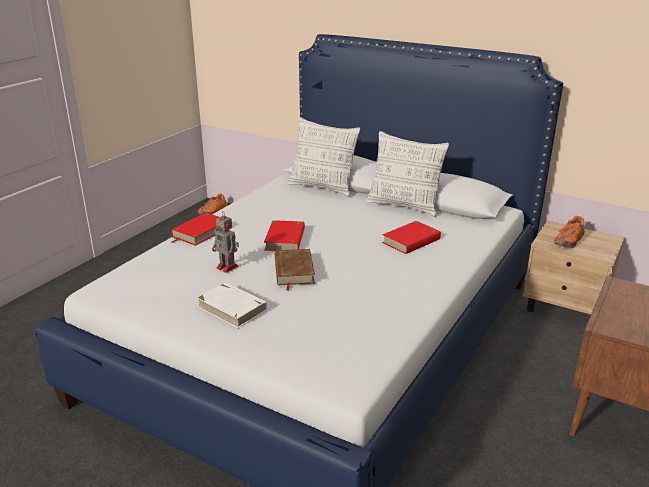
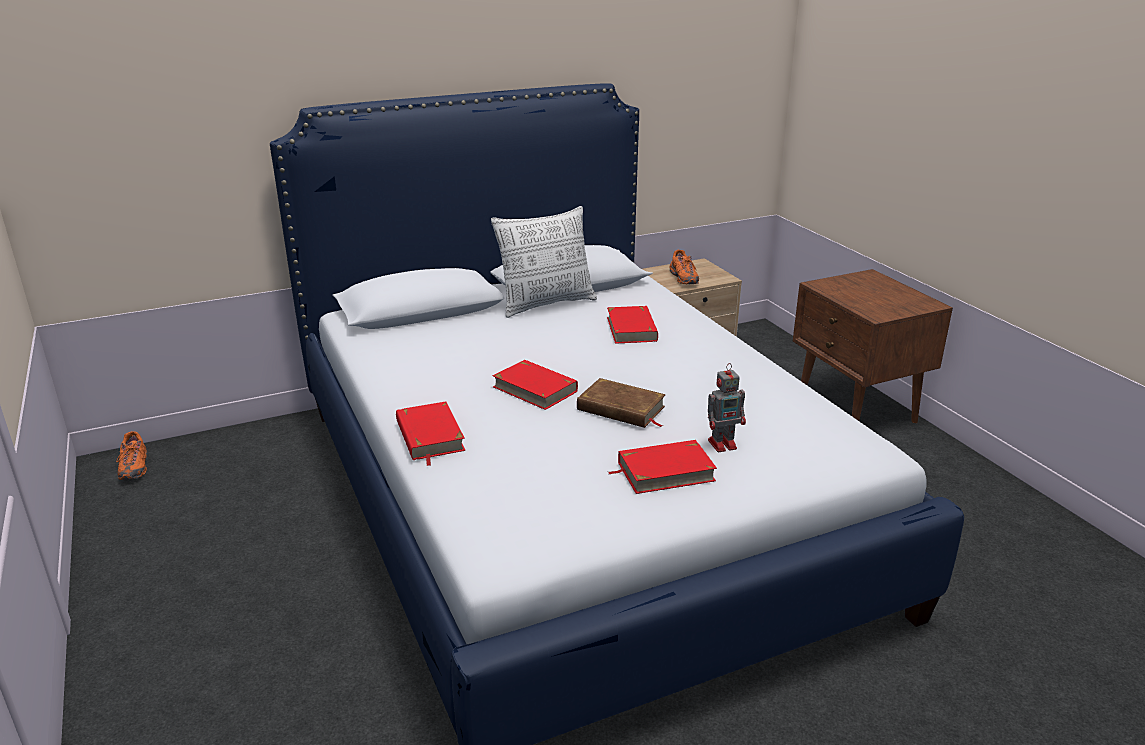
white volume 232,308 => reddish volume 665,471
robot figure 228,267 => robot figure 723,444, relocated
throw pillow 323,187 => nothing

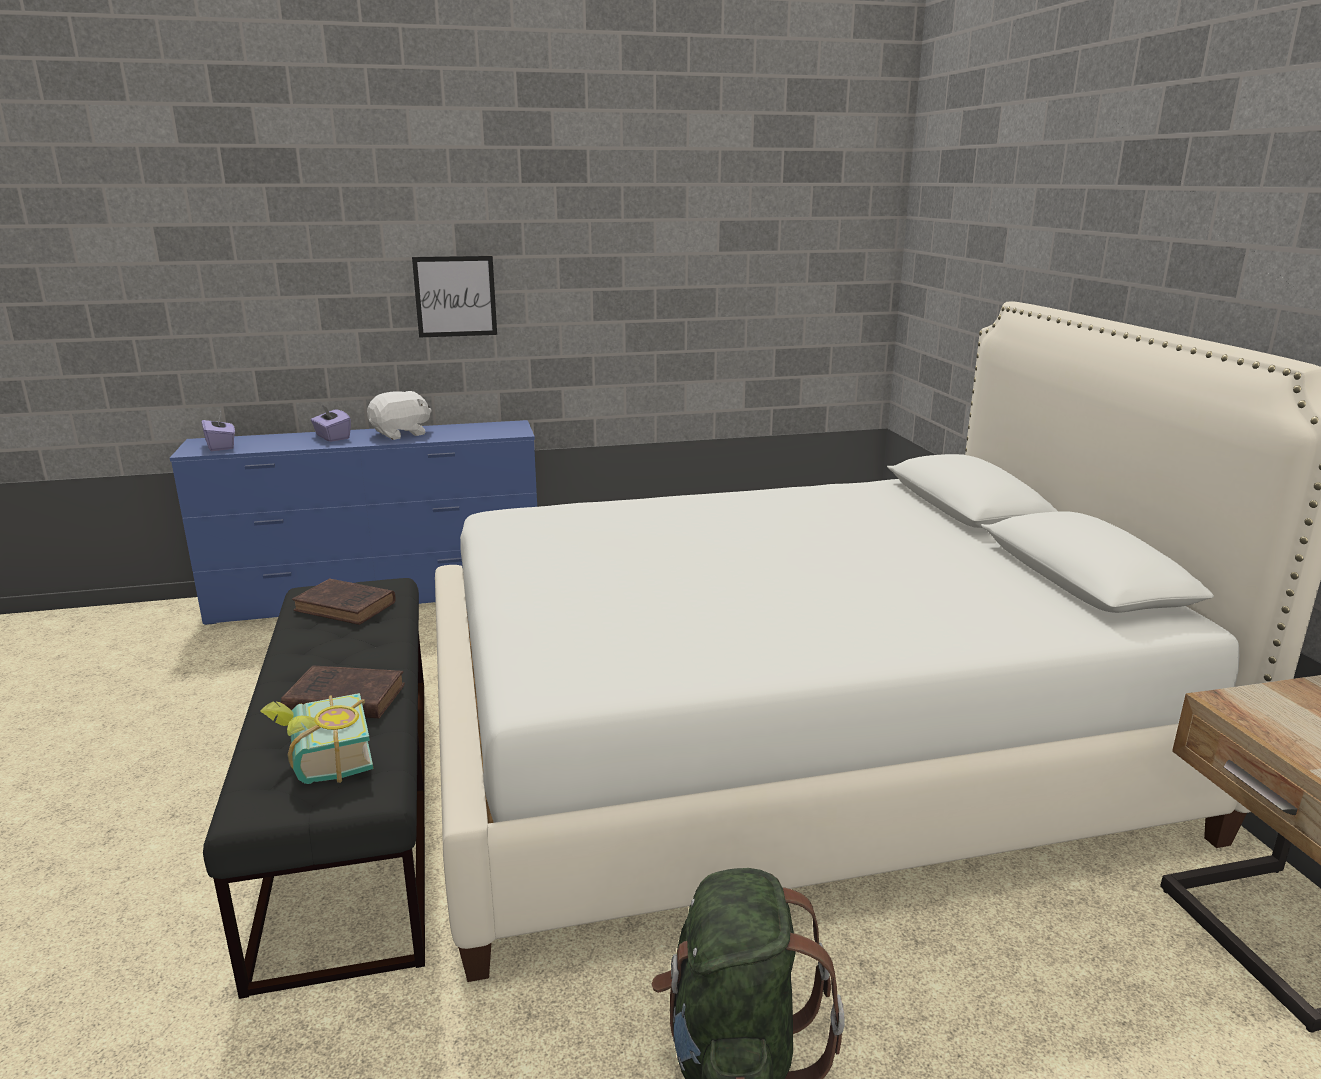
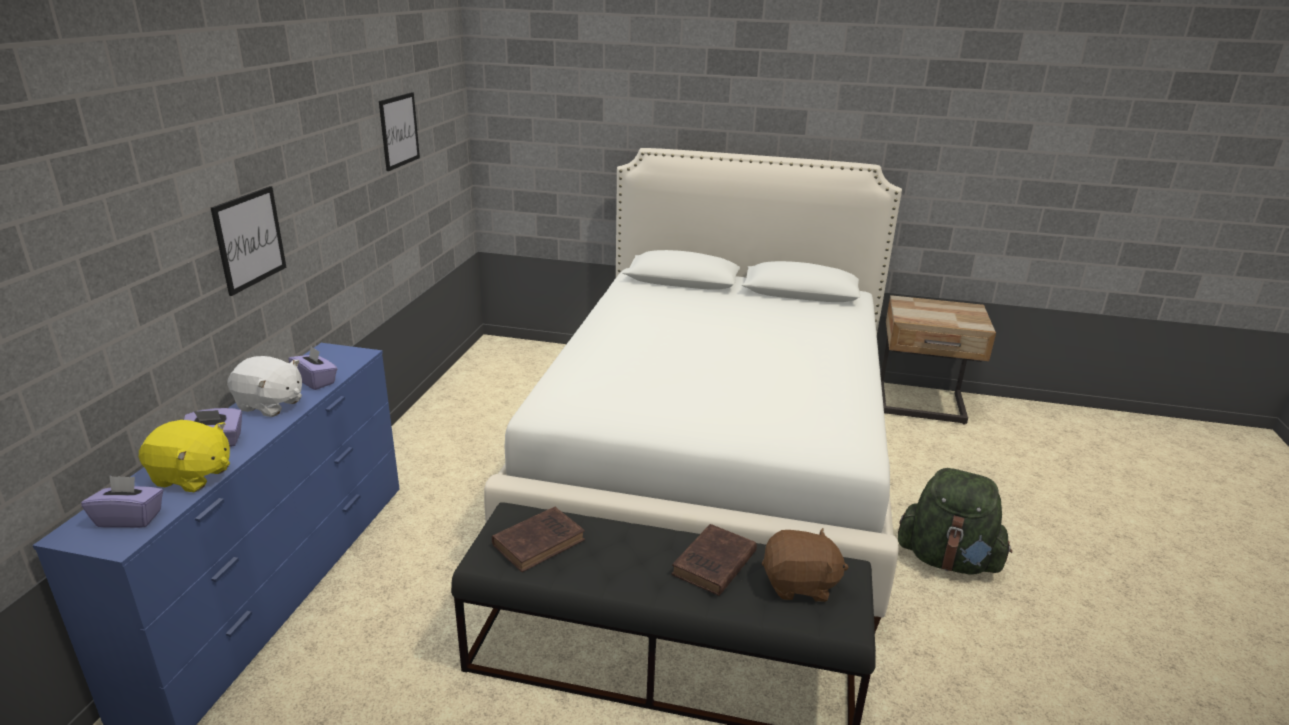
volume 321,760 => brown cuddly toy 800,585
white cuddly toy 401,434 => white cuddly toy 270,405, 120 degrees clockwise
nothing => yellow-coloured cuddly toy 192,477
nothing => purplish tissue holder 316,381
nothing => wall art 399,131

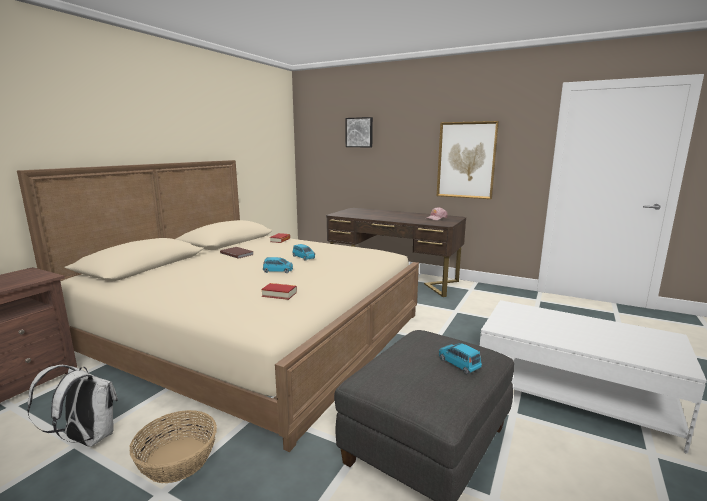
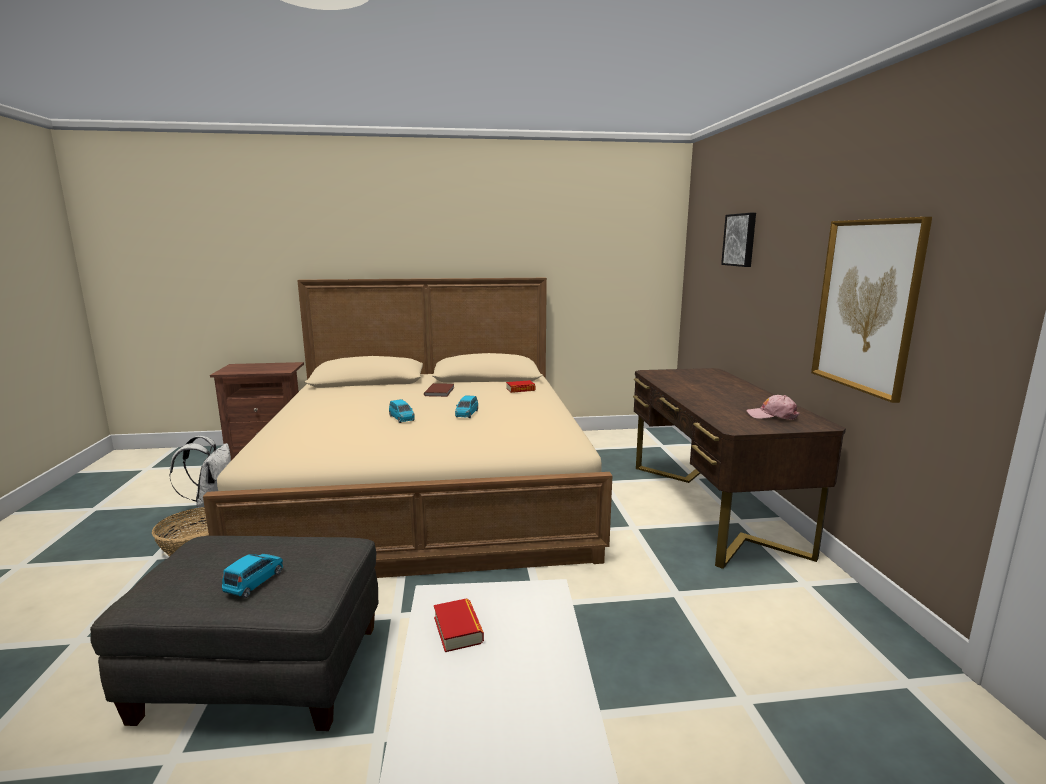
volume 279,294 => volume 458,630, relocated

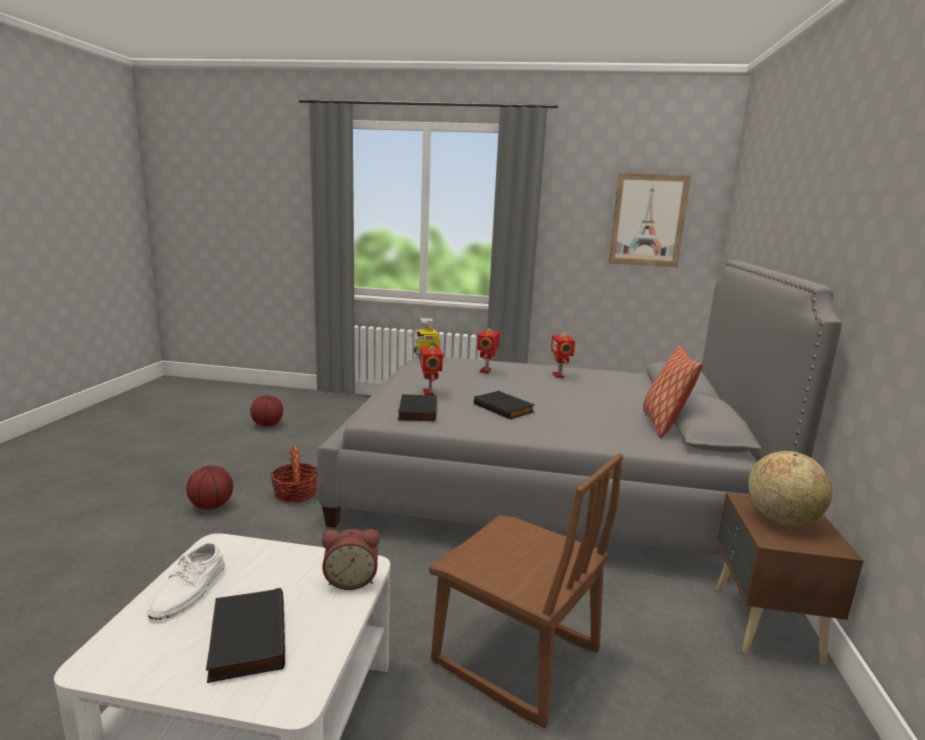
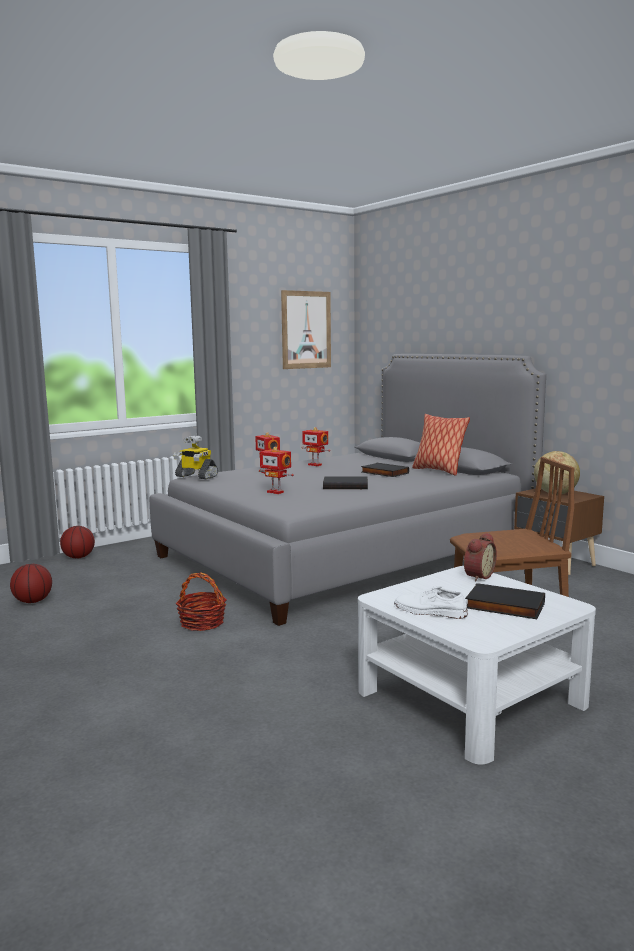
white shoe 190,590 => white shoe 429,611, 150 degrees clockwise
basketball 211,506 => basketball 78,557, relocated
blackish volume 416,411 => blackish volume 383,473, relocated

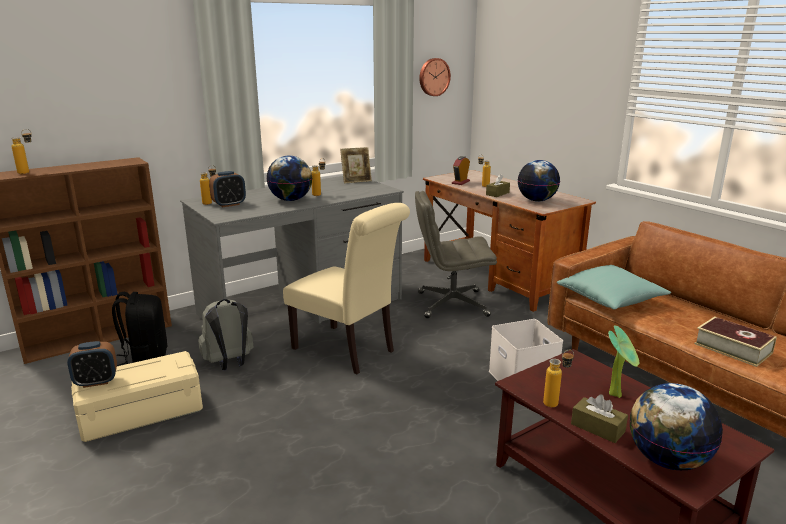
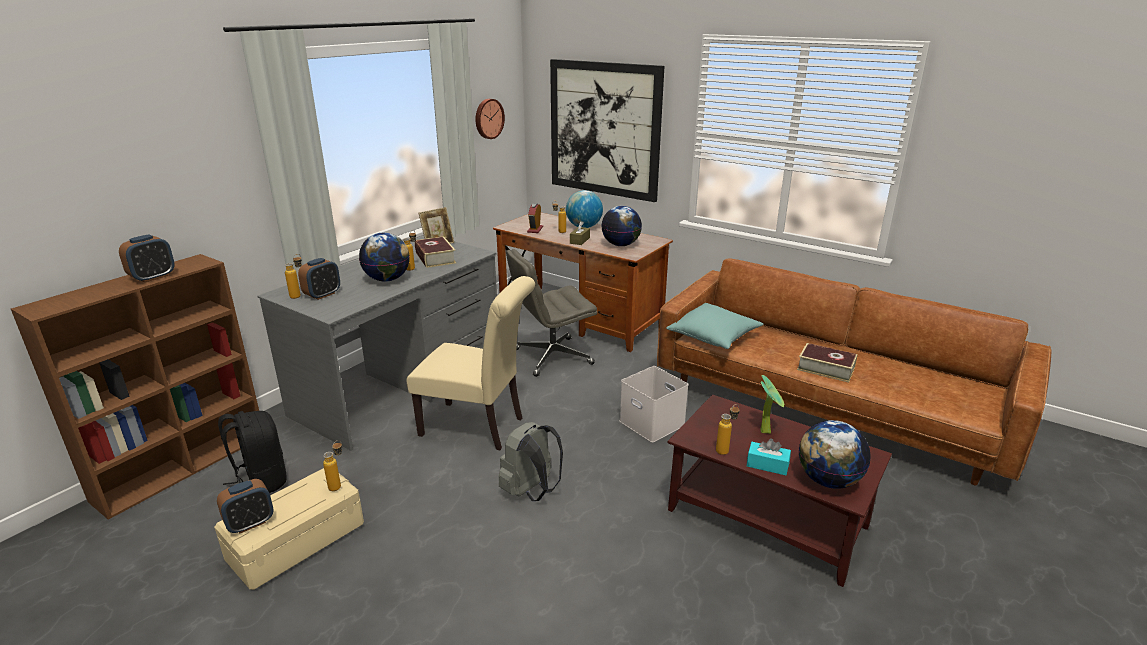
drink bottle 28,172 => drink bottle 338,484, relocated
gray rucksack 229,363 => gray rucksack 531,491, relocated
brown tissue holder 597,428 => turquoise tissue holder 767,465
nothing => alarm clock 153,277
nothing => volume 435,258
nothing => wall art 604,129
nothing => world globe 584,227

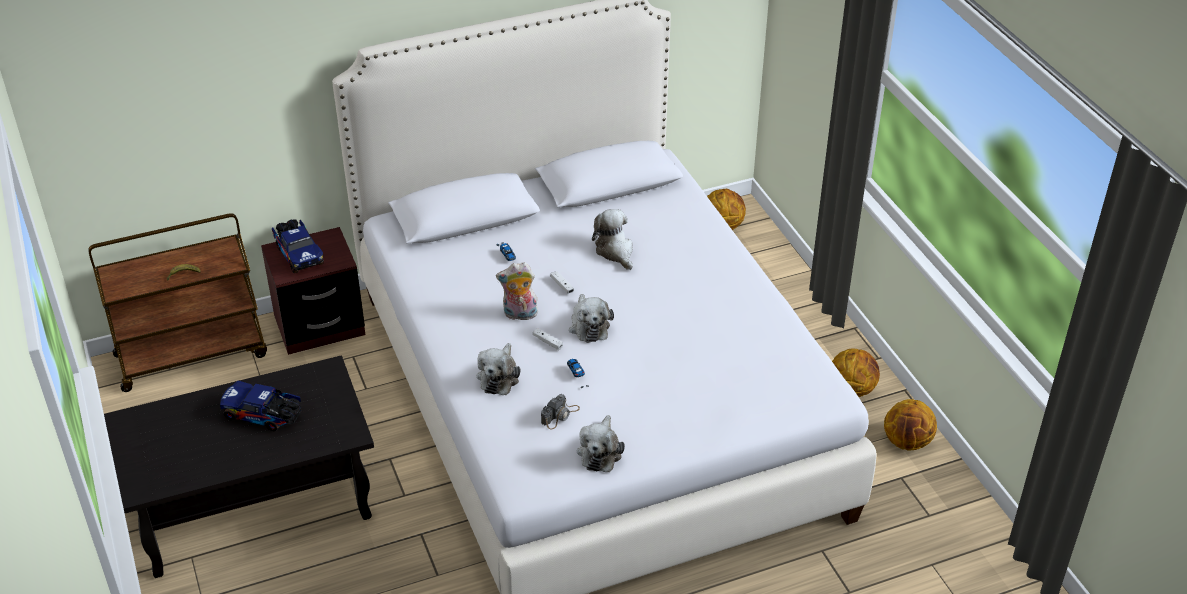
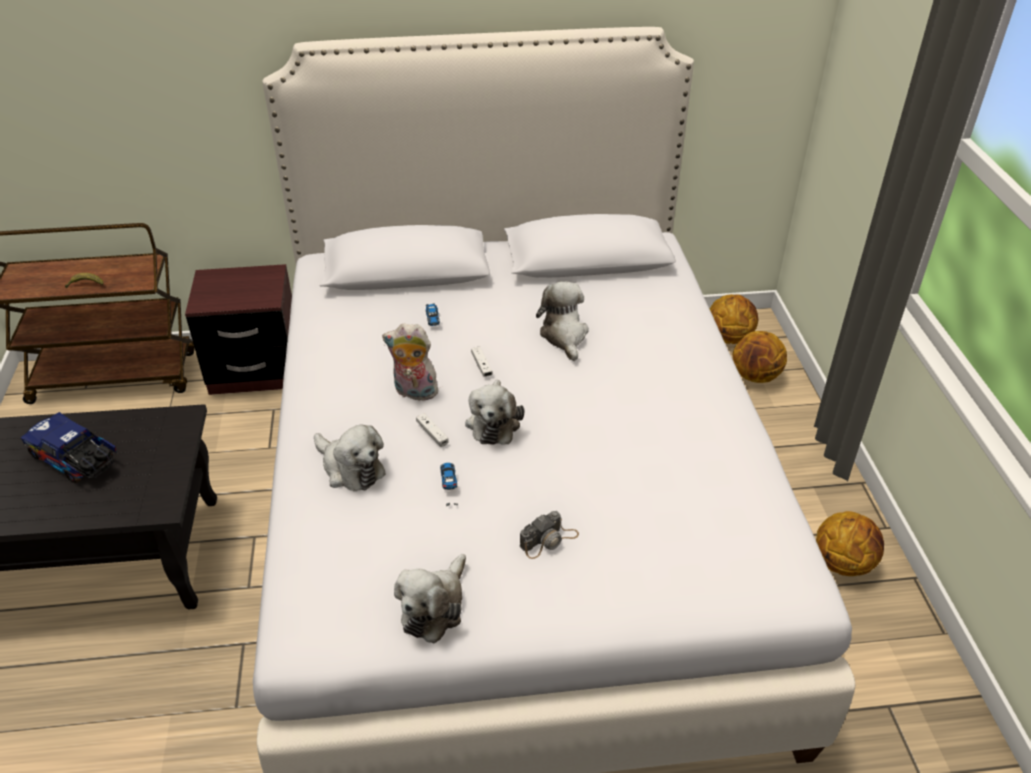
toy truck 299,254 => nothing
cuddly toy 499,377 => cuddly toy 350,468, 75 degrees counterclockwise
photo camera 560,415 => photo camera 549,540, relocated
basketball 907,442 => basketball 755,376, relocated

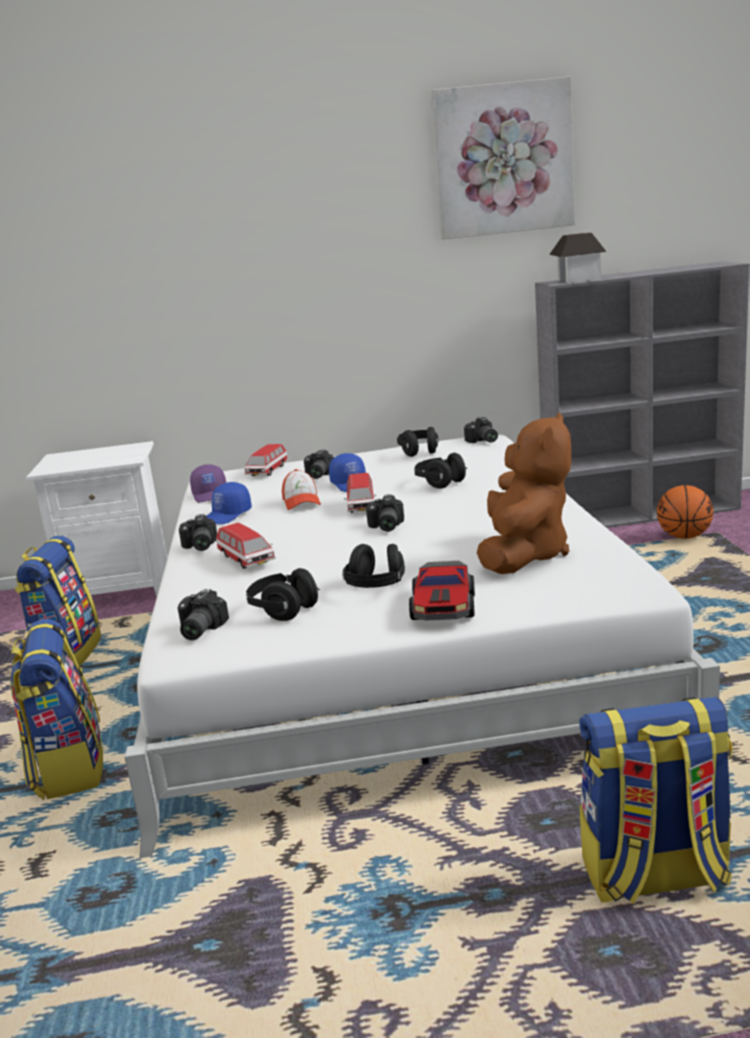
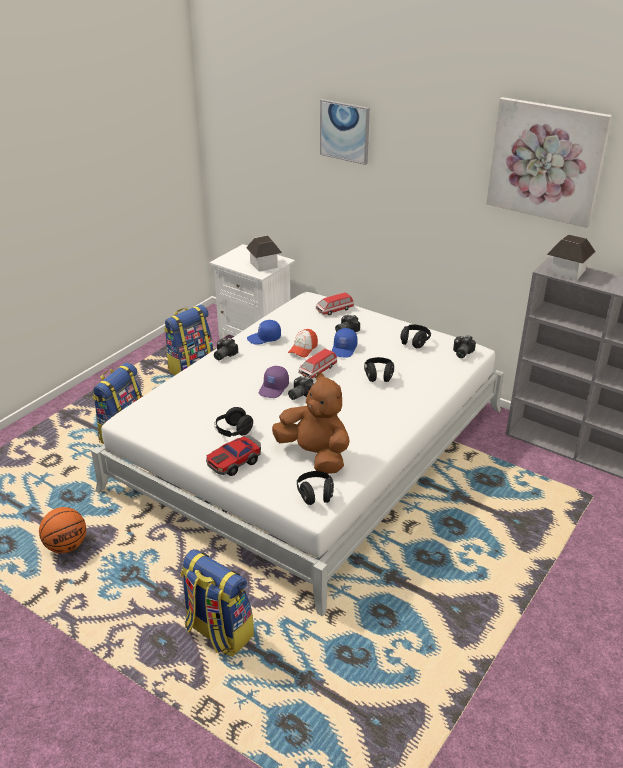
photo camera 198,630 => nothing
purplish baseball cap 211,495 => purplish baseball cap 274,388, relocated
miniature car 246,559 => nothing
blackish headset 283,610 => blackish headset 315,495, relocated
brown cuddly toy 524,555 => brown cuddly toy 315,455, 105 degrees counterclockwise
basketball 684,536 => basketball 66,546, relocated
nothing => toy house 264,265
nothing => wall art 345,131

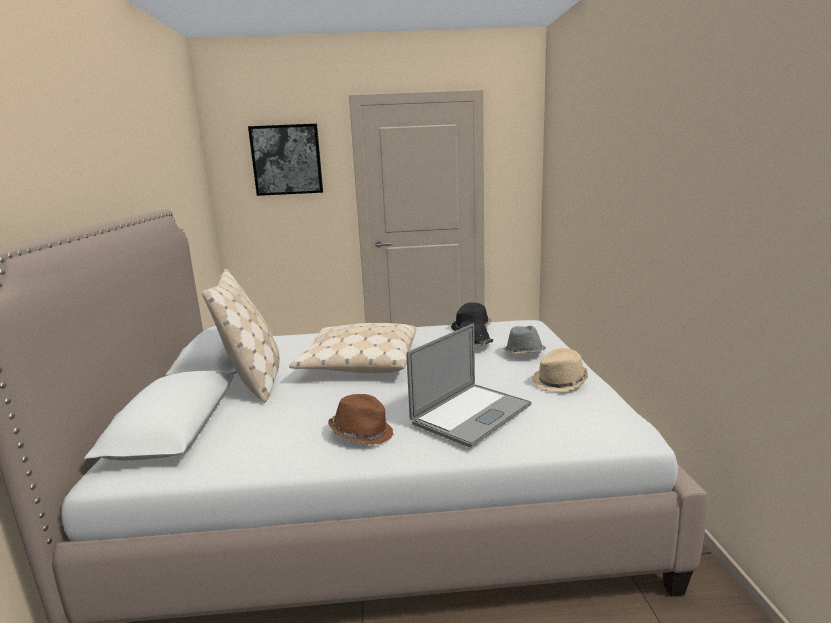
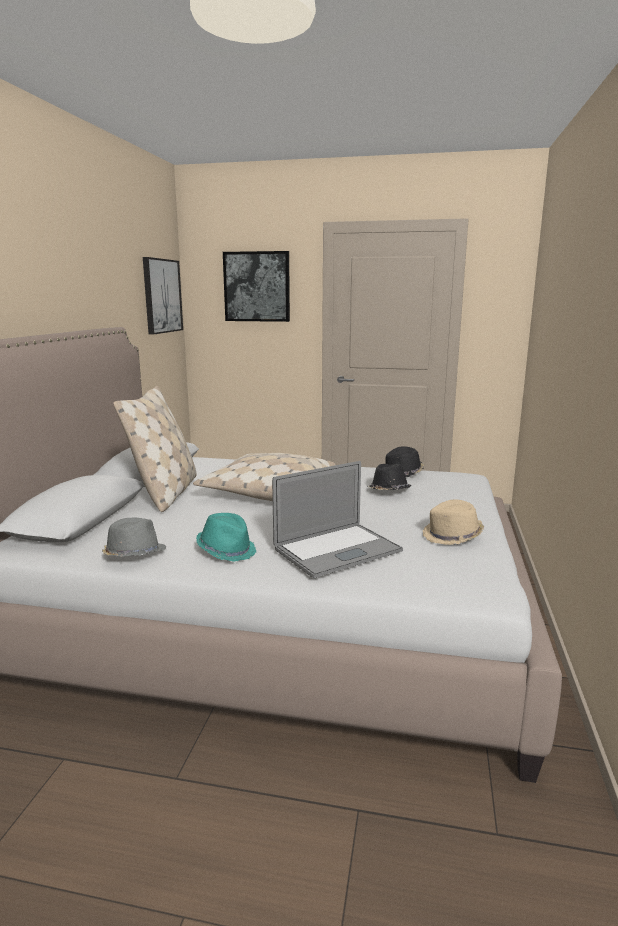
brown clothing hat 362,433 => turquoise clothing hat 227,550
gray clothing hat 523,353 => gray clothing hat 133,555, relocated
nothing => wall art 162,296

